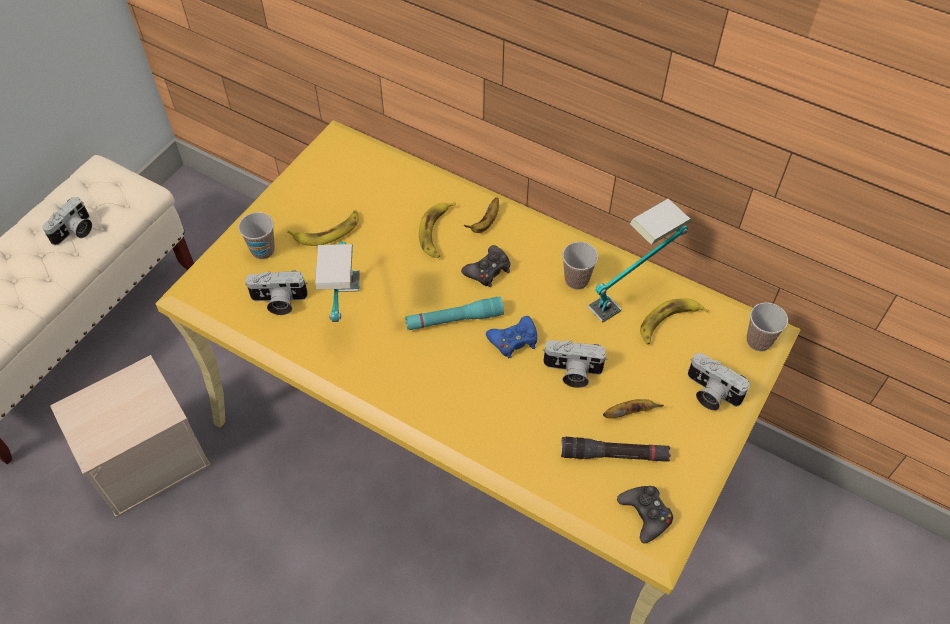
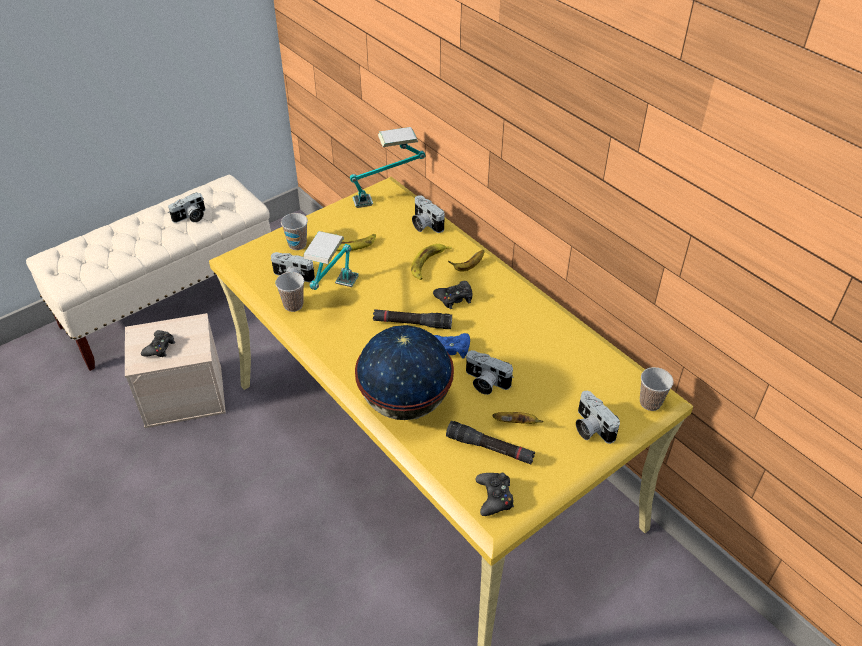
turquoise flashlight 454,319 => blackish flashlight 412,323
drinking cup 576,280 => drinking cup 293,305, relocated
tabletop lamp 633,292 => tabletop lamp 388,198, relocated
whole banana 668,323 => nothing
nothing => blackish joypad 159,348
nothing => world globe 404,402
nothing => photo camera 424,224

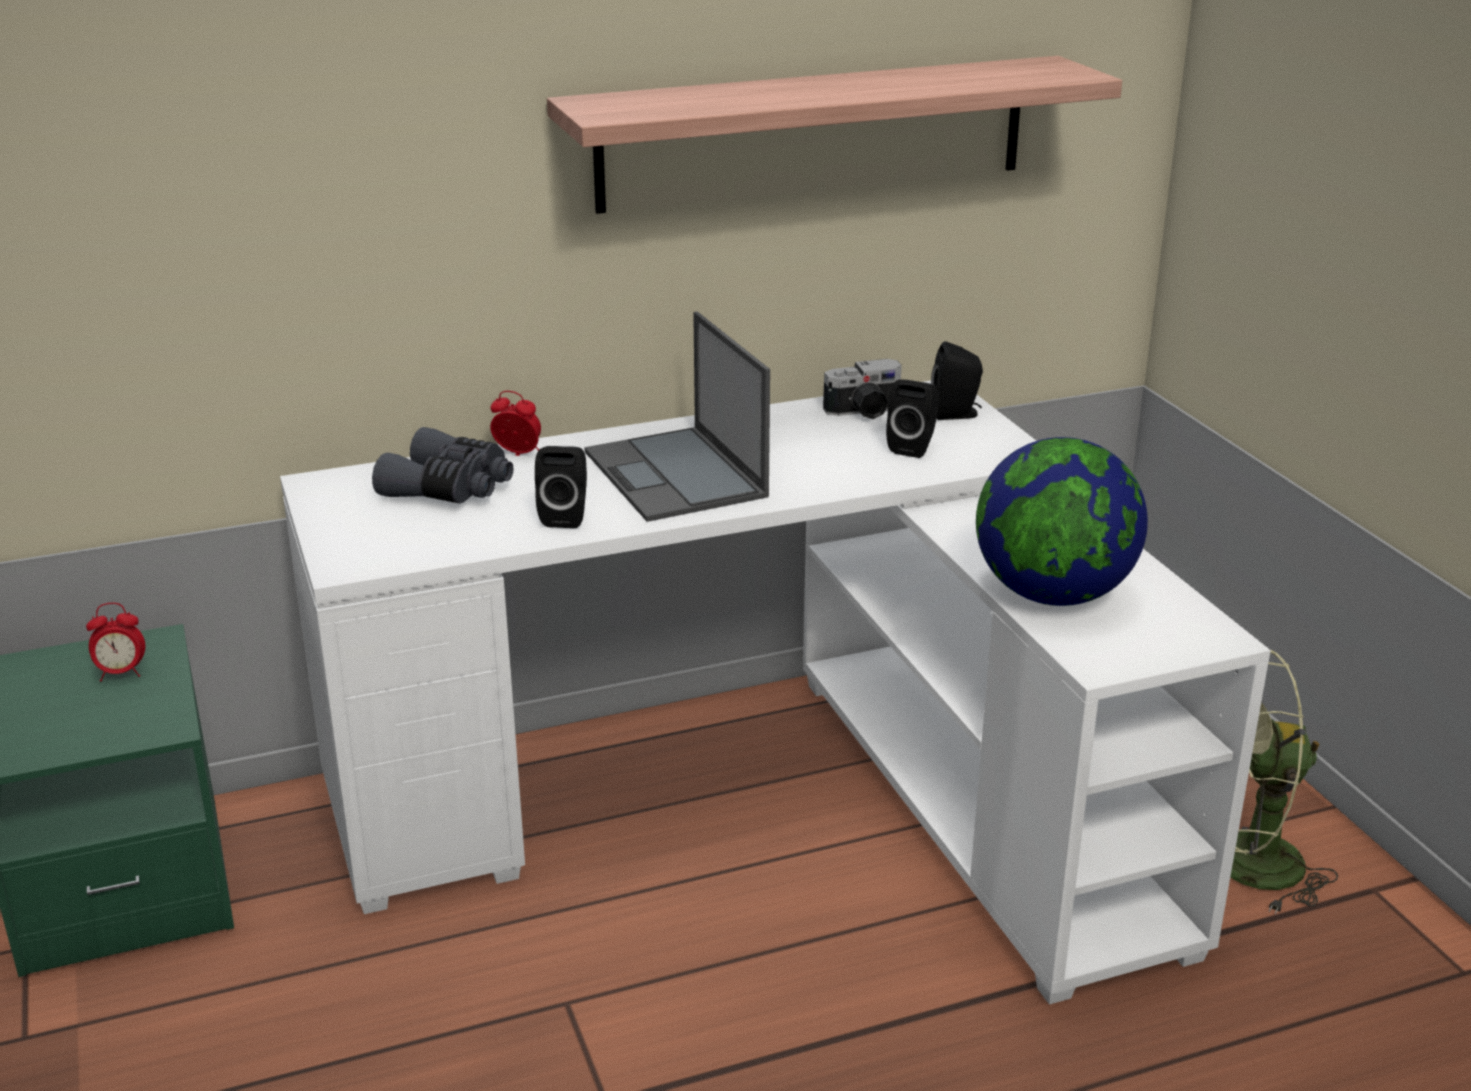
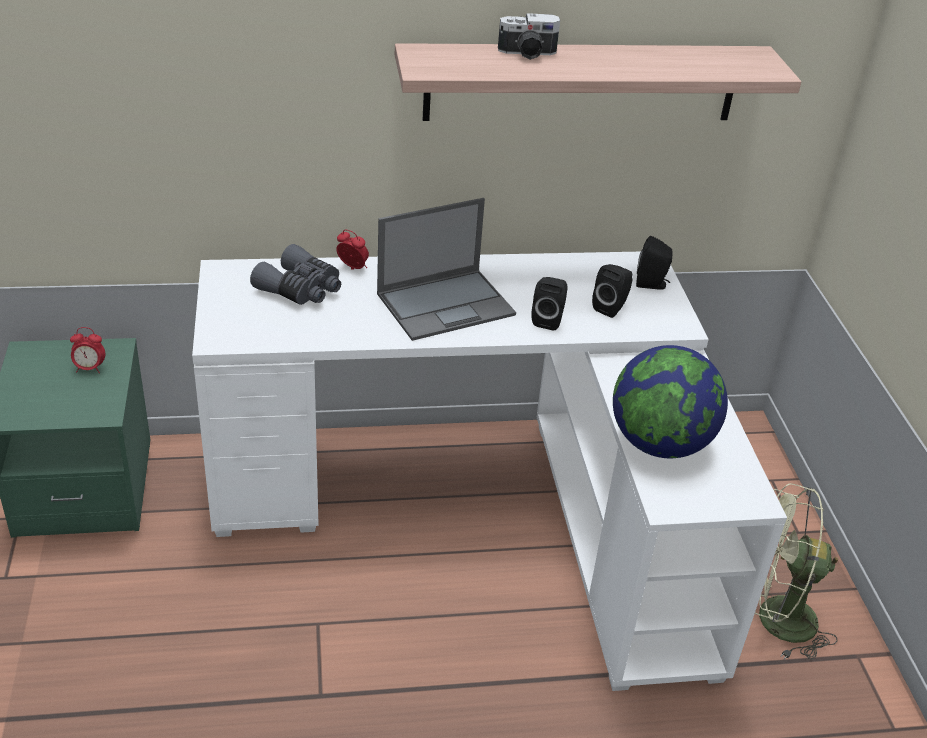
blackish audio speaker 565,516 => blackish audio speaker 548,320, relocated
portable computer 676,475 => portable computer 447,304, 105 degrees counterclockwise
photo camera 864,412 => photo camera 527,54, relocated

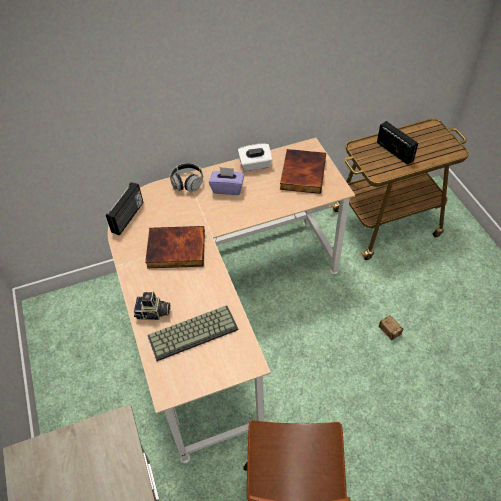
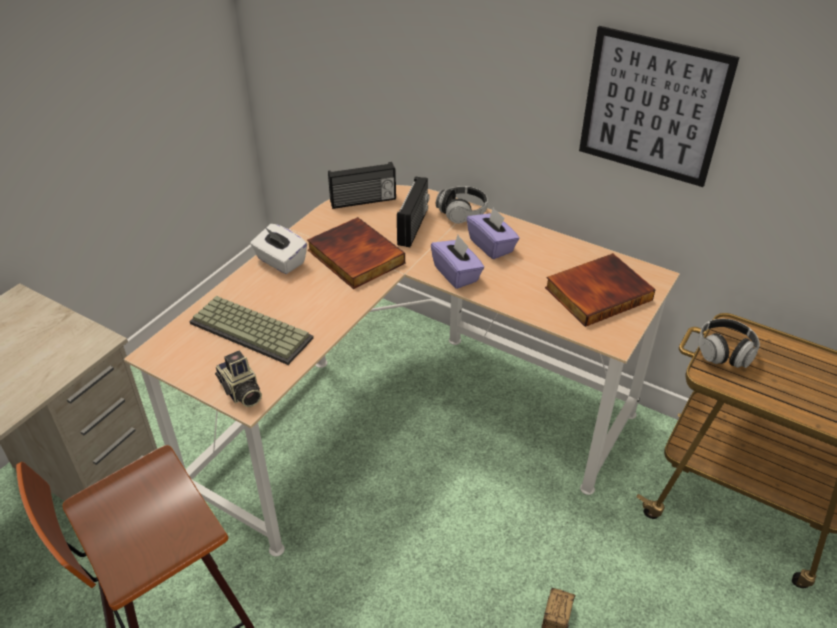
photo camera 153,313 => photo camera 241,392, relocated
white tissue holder 255,165 => white tissue holder 280,261, relocated
radio receiver 395,151 => radio receiver 414,227, relocated
nothing => purplish tissue holder 456,274
nothing => wall art 652,107
nothing => headset 724,352

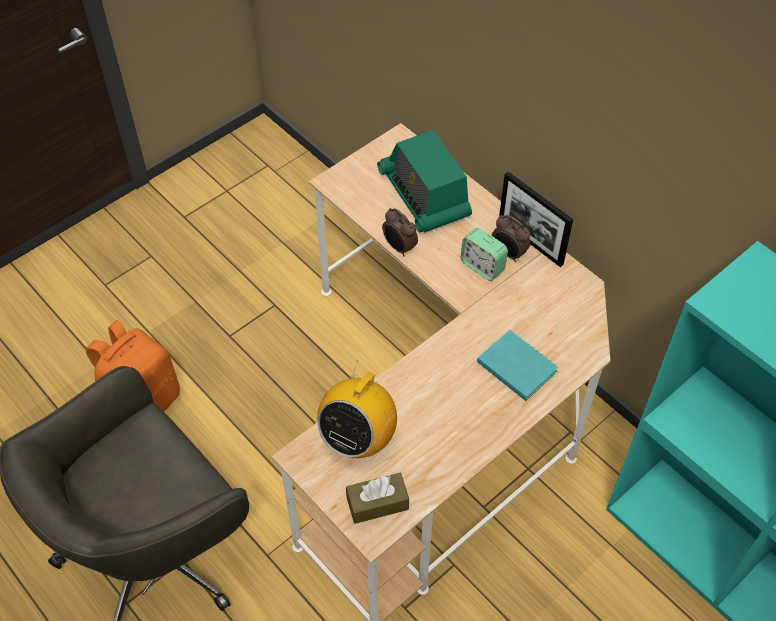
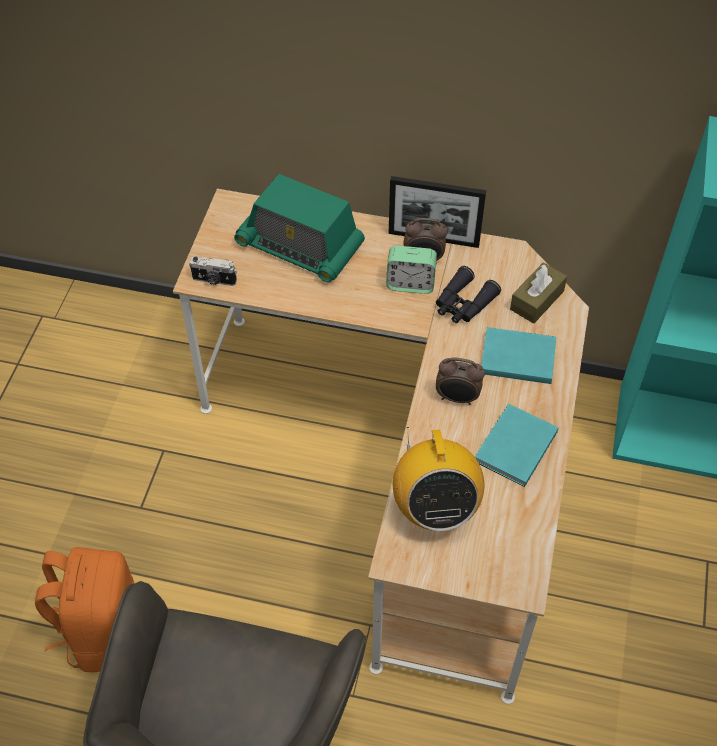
brown tissue holder 377,503 => brown tissue holder 537,300, relocated
alarm clock 399,248 => alarm clock 457,398, relocated
nothing => photo camera 214,280
nothing => blackish pair of binoculars 463,304
nothing => turquoise volume 513,448

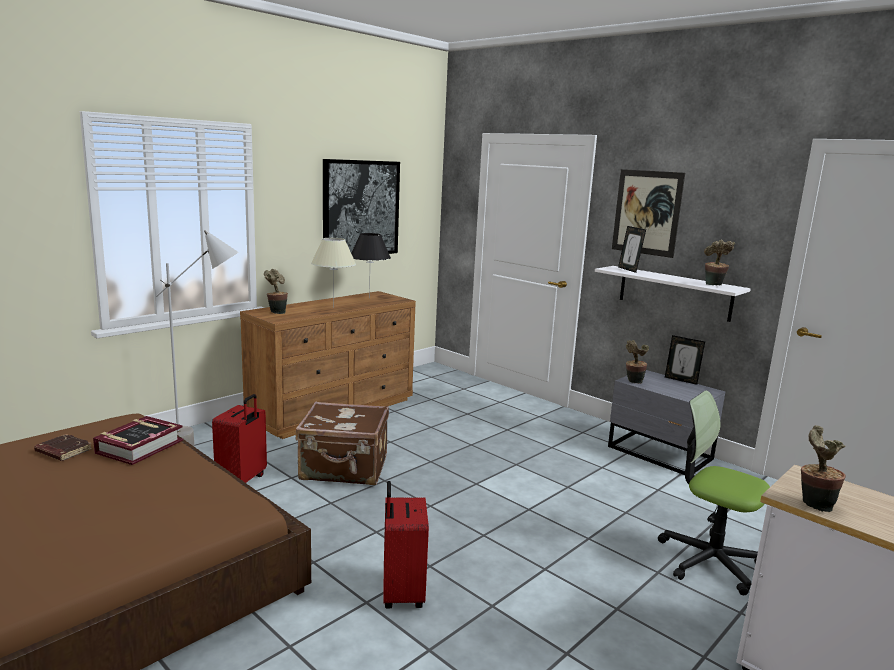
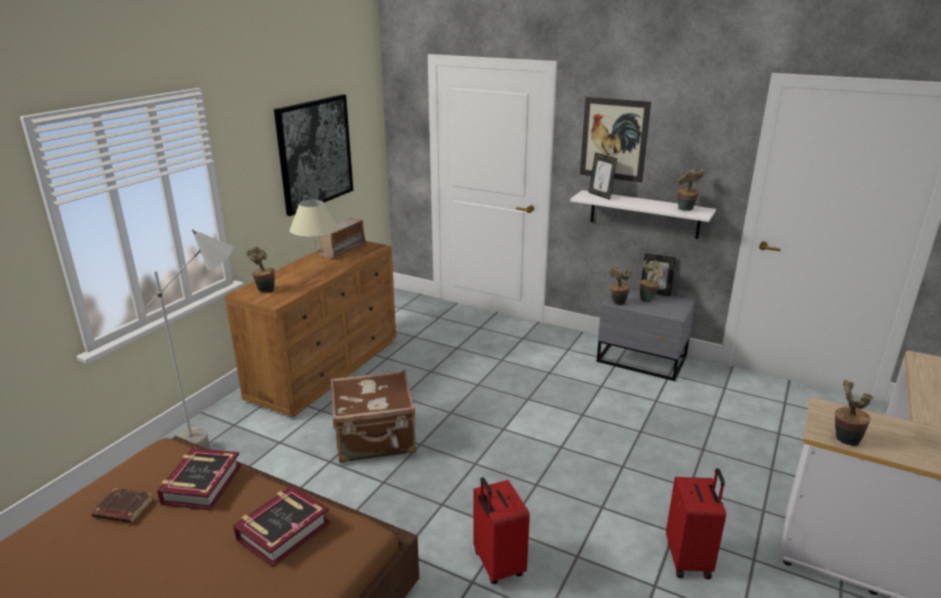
reddish travel case 242,481 => reddish travel case 689,560, relocated
blackish tabletop lamp 369,298 => radio receiver 343,250
desk chair 709,561 => nothing
nothing => volume 283,531
nothing => plant in a pot 648,299

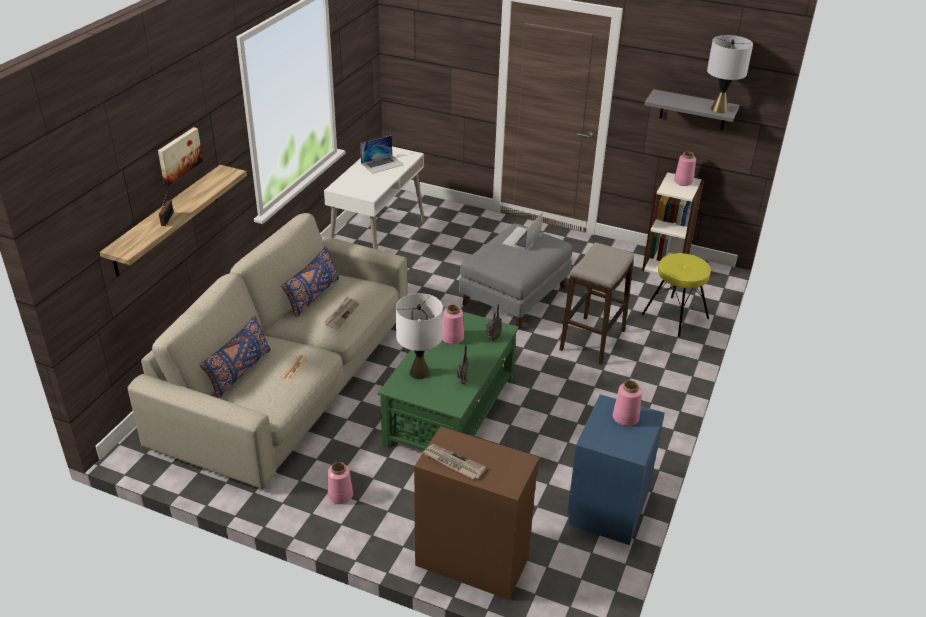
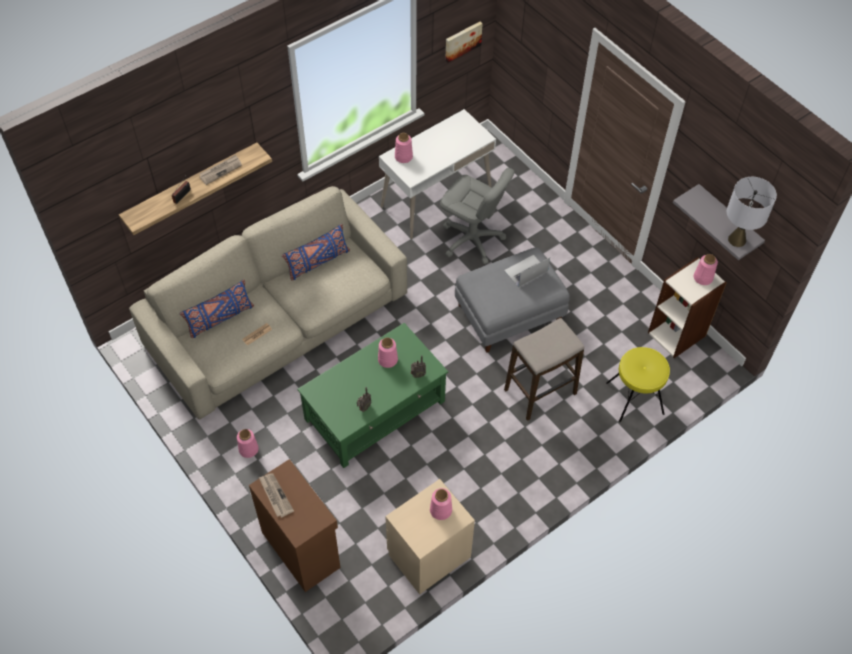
wall art 178,155 => wall art 462,40, relocated
printed paper 341,314 => printed paper 220,170, relocated
portable computer 382,164 => nothing
white tabletop lamp 419,372 => nothing
blue-coloured night table 607,507 => beige-coloured night table 428,555
nothing => pink-coloured vase 403,157
nothing => gray desk chair 472,240

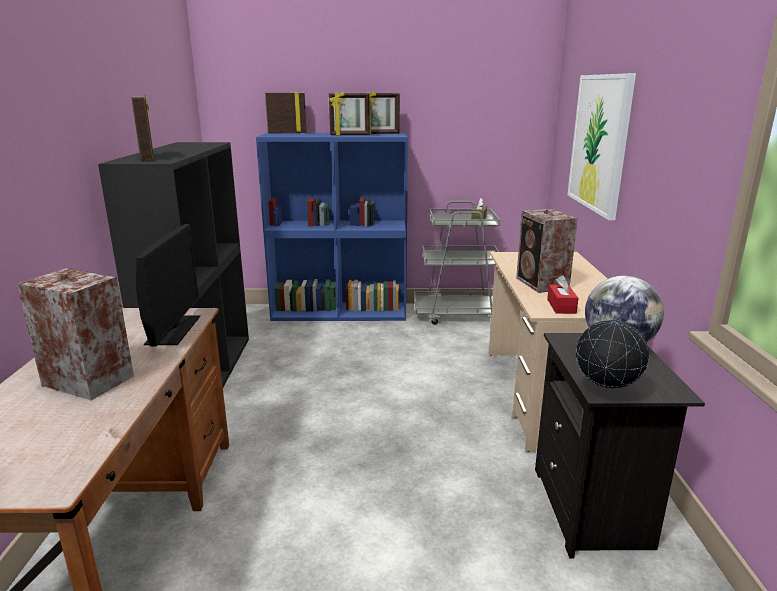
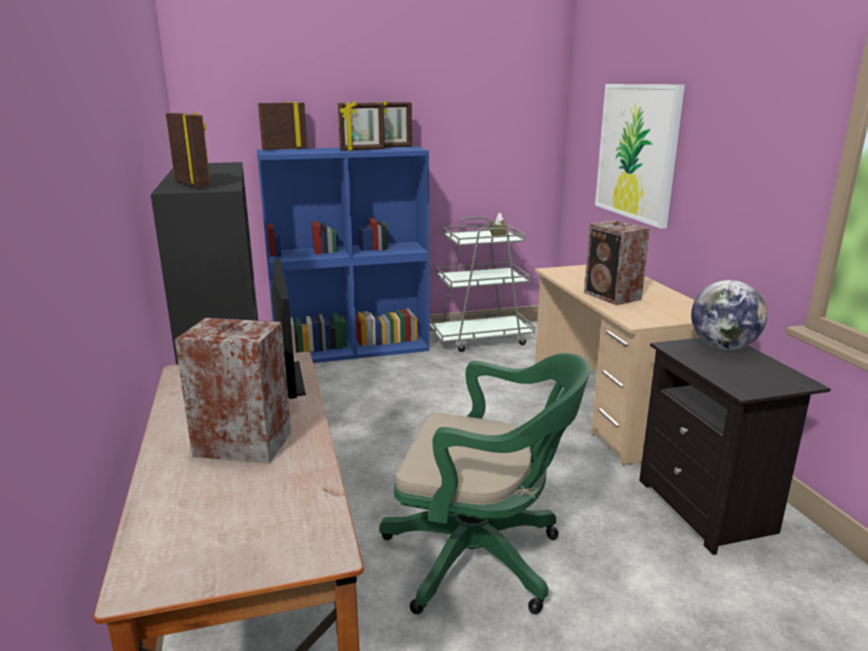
reddish tissue holder 561,306 => nothing
world globe 605,392 => nothing
nothing => green-coloured desk chair 482,558

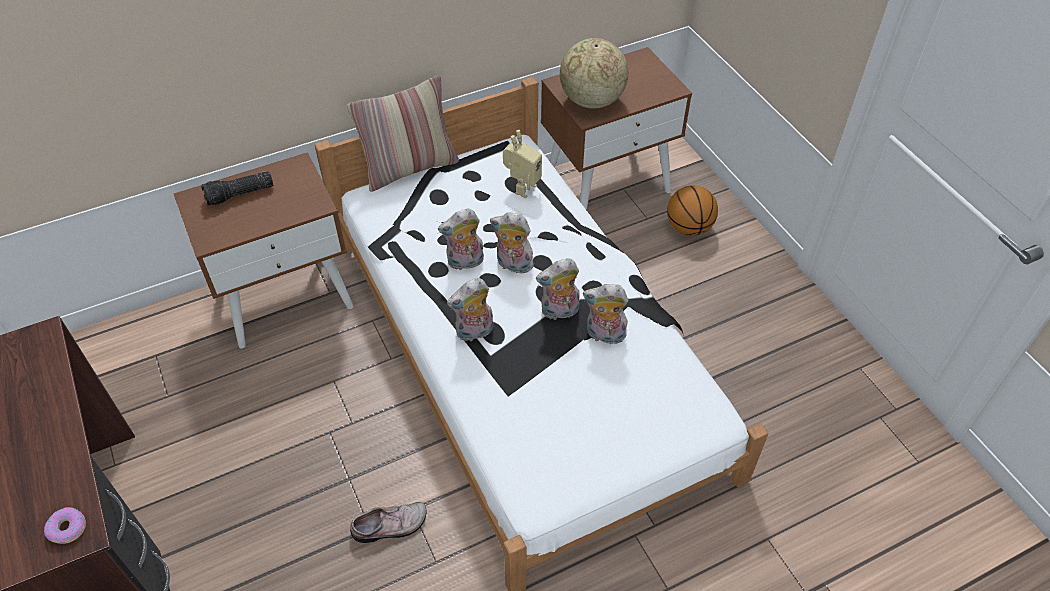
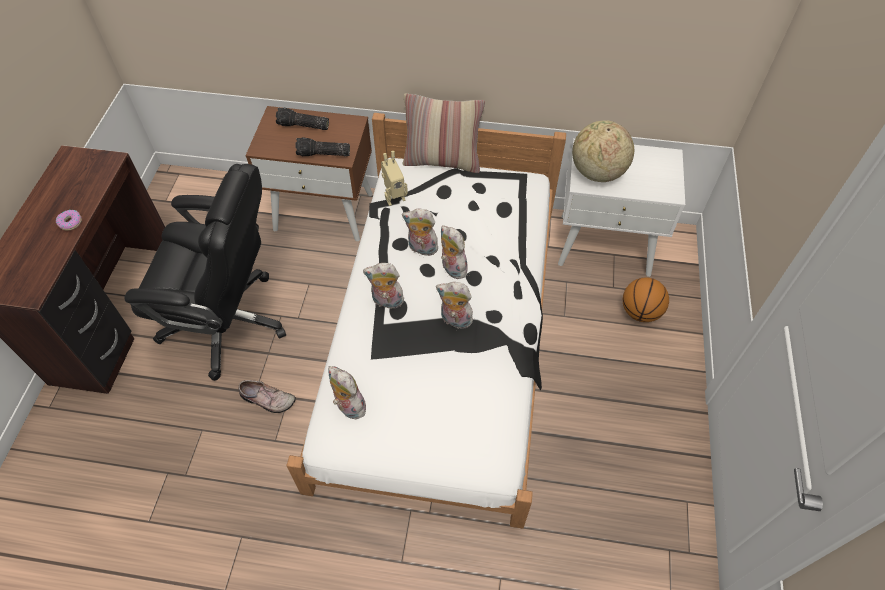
ring doughnut 67,528 => ring doughnut 70,222, relocated
robot figure 522,188 => robot figure 394,197, relocated
brown night table 608,183 => white night table 605,244
cuddly toy 604,335 => cuddly toy 348,406, relocated
nothing => blackish desk chair 228,322
nothing => flashlight 323,154

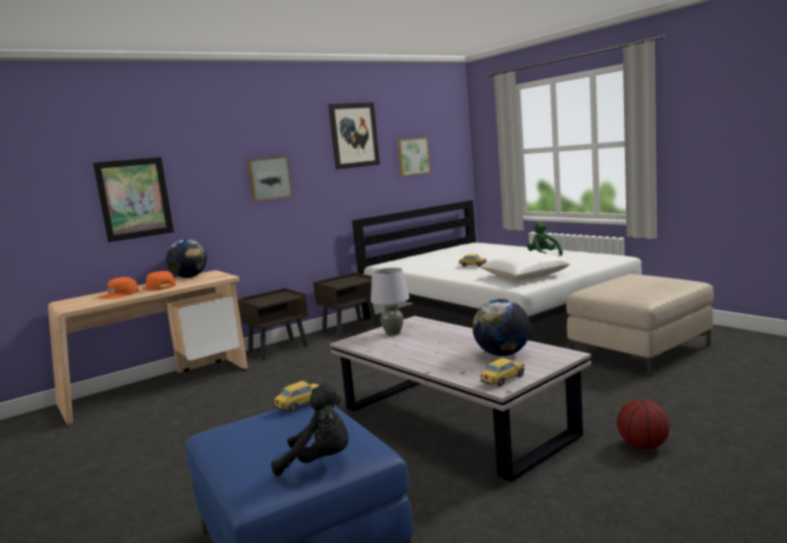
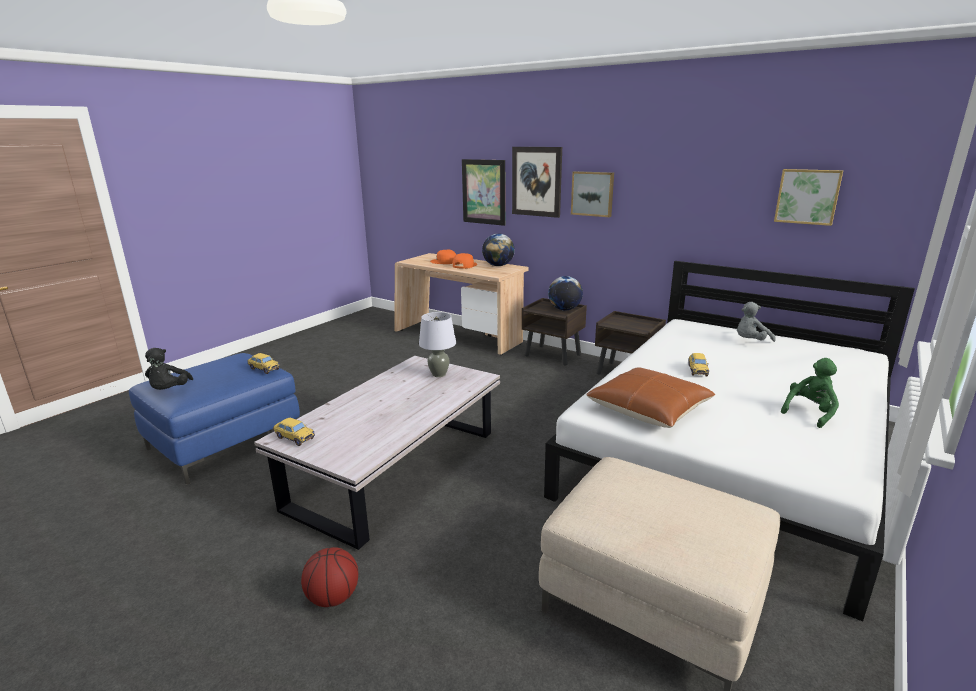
wall art 354,135 => wall art 536,181, relocated
world globe 503,354 => world globe 564,309, relocated
white throw pillow 524,276 => brown throw pillow 648,409
nothing => gray cuddly toy 750,341

